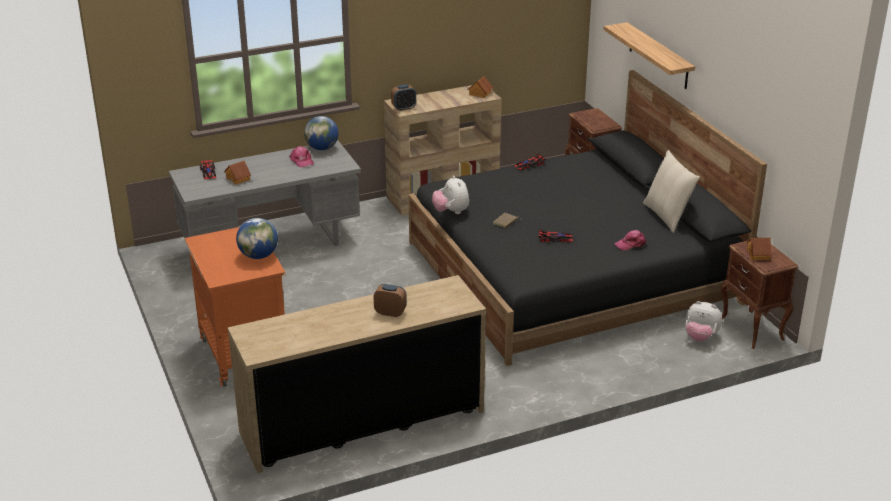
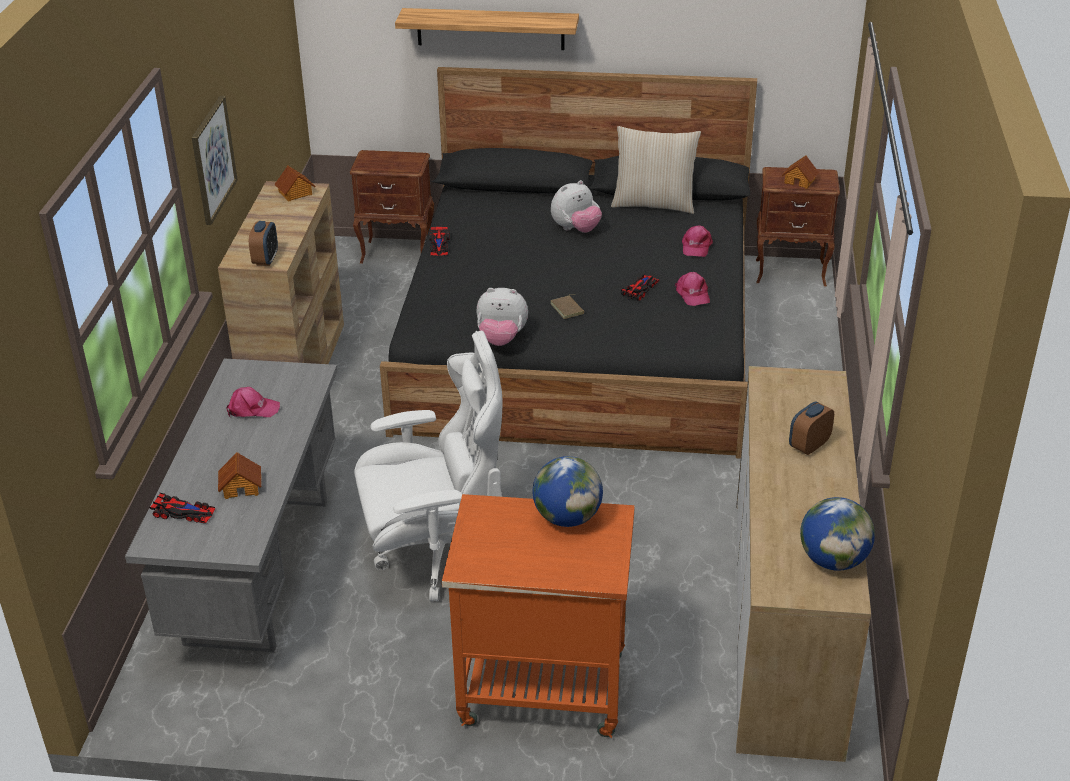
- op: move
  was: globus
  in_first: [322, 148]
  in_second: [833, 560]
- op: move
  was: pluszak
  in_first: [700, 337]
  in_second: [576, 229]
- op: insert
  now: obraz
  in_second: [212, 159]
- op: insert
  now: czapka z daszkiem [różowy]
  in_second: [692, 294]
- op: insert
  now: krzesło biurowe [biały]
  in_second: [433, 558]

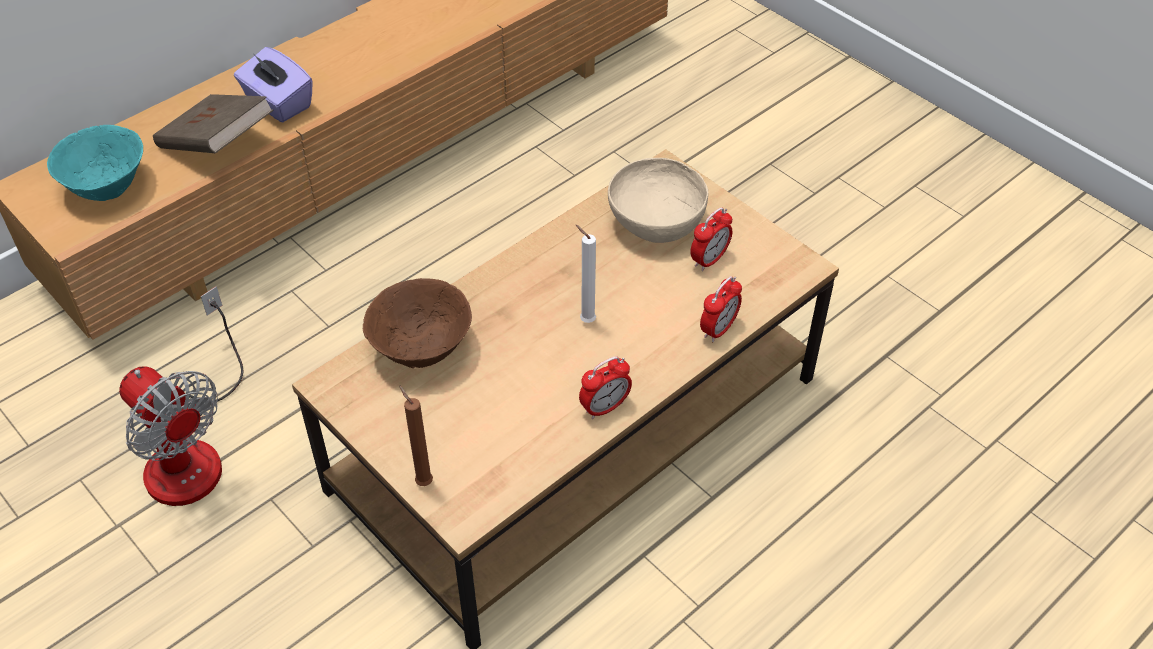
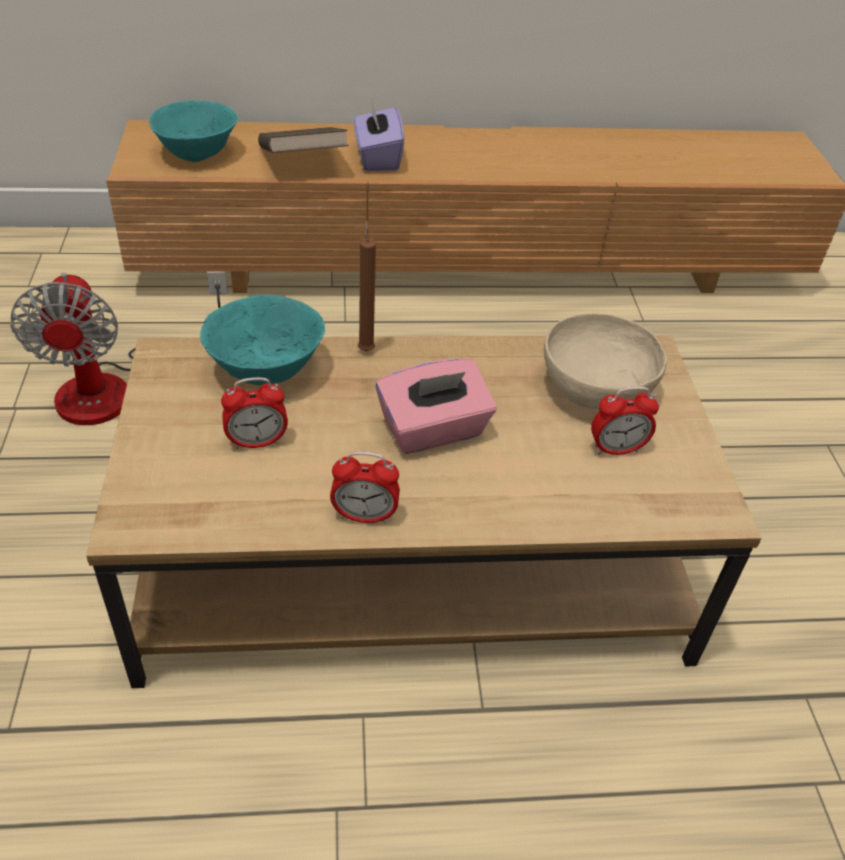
- op: replace
  was: świeca [biały]
  now: pudełko chusteczek [różowy]
  in_first: [585, 320]
  in_second: [433, 431]
- op: move
  was: budzik
  in_first: [718, 329]
  in_second: [257, 442]
- op: recolor
  was: miska [brązowy]
  now: miska [turkusowy]
  in_first: [420, 349]
  in_second: [265, 370]
- op: move
  was: świeca [brązowy]
  in_first: [422, 481]
  in_second: [366, 349]

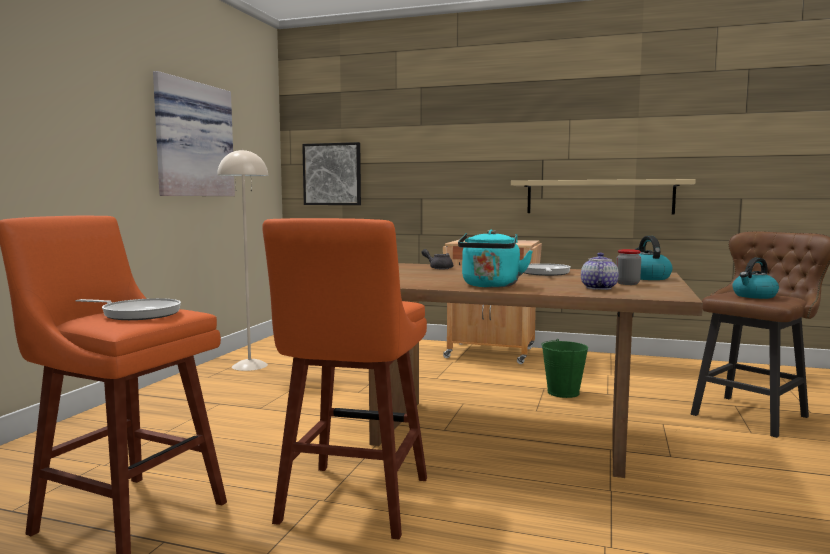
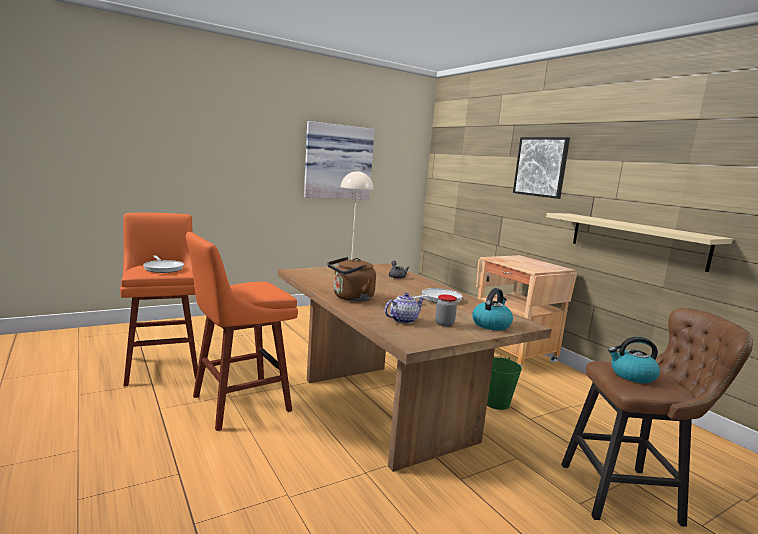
- op: move
  was: obraz
  in_first: [332, 174]
  in_second: [541, 167]
- op: recolor
  was: czajnik [turkusowy]
  now: czajnik [brązowy]
  in_first: [490, 286]
  in_second: [351, 298]

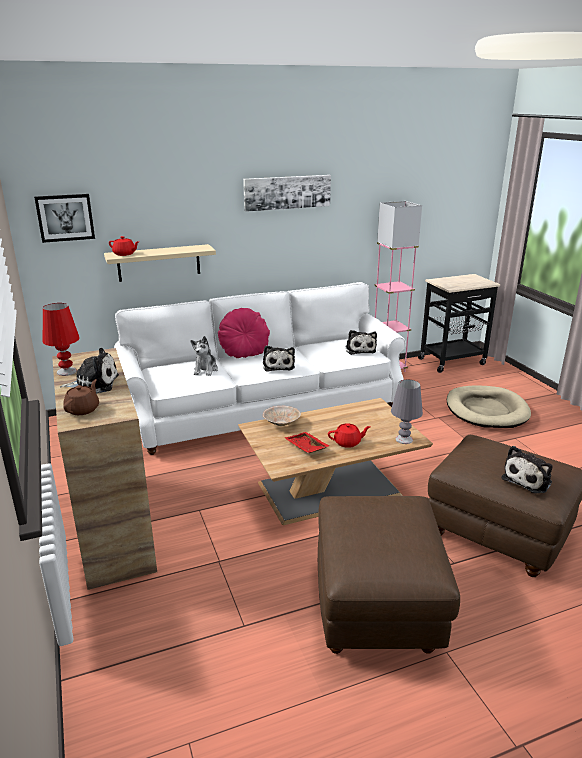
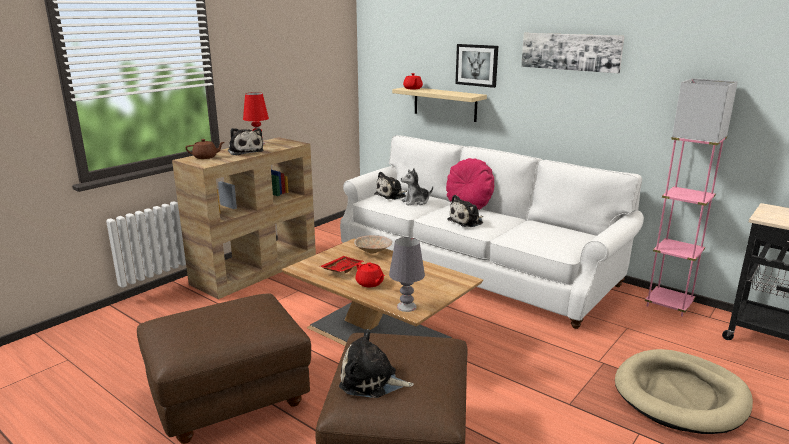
- op: move
  was: obraz
  in_first: [65, 217]
  in_second: [477, 65]
- op: move
  was: pluszak
  in_first: [360, 349]
  in_second: [392, 195]

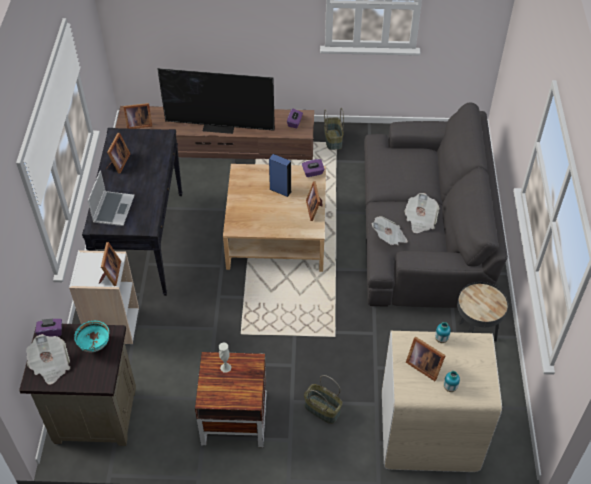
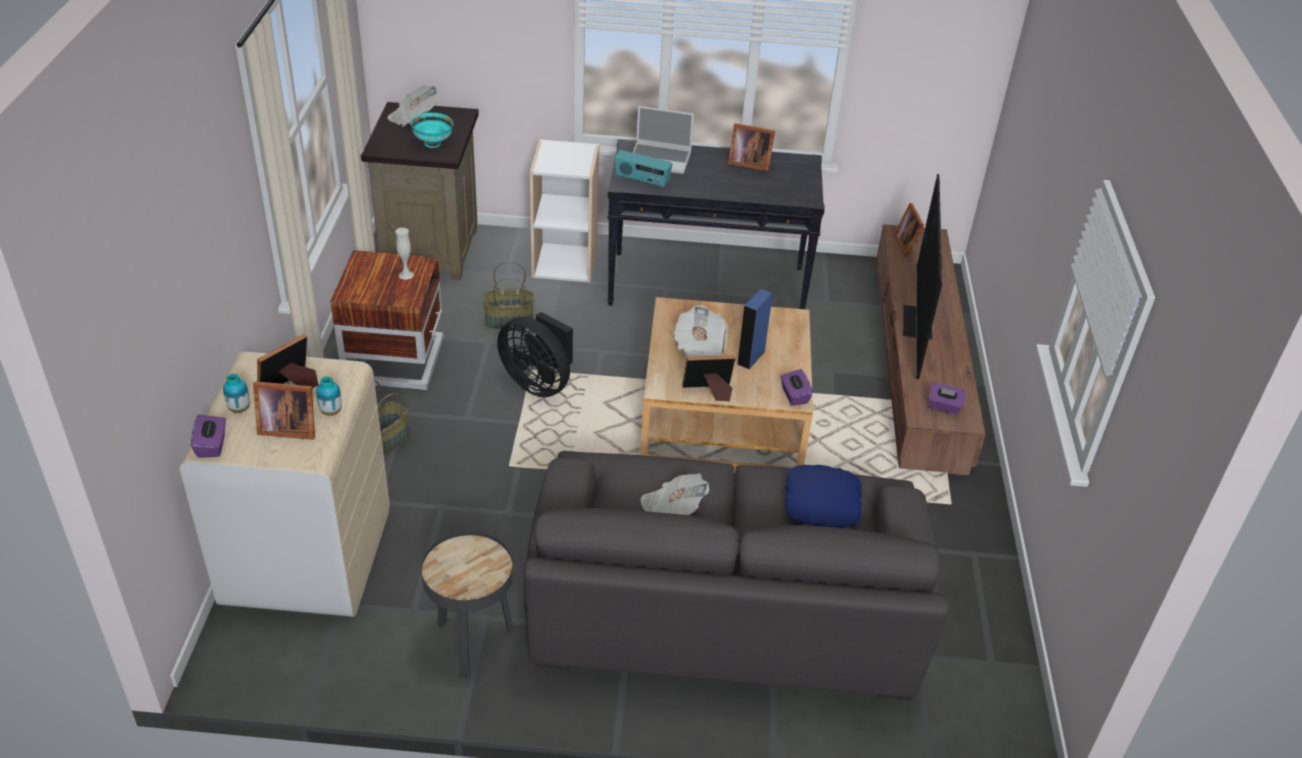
- op: move
  was: koszyk
  in_first: [333, 140]
  in_second: [508, 321]
- op: move
  was: gazeta
  in_first: [389, 238]
  in_second: [699, 349]
- op: move
  was: ramka na zdjęcie
  in_first: [110, 274]
  in_second: [287, 428]
- op: move
  was: pudełko chusteczek [fioletowy]
  in_first: [51, 332]
  in_second: [212, 445]
- op: insert
  now: radio
  in_second: [642, 181]
- op: insert
  now: wentylator [czarny]
  in_second: [538, 383]
- op: insert
  now: poduszka [niebieski]
  in_second: [821, 503]

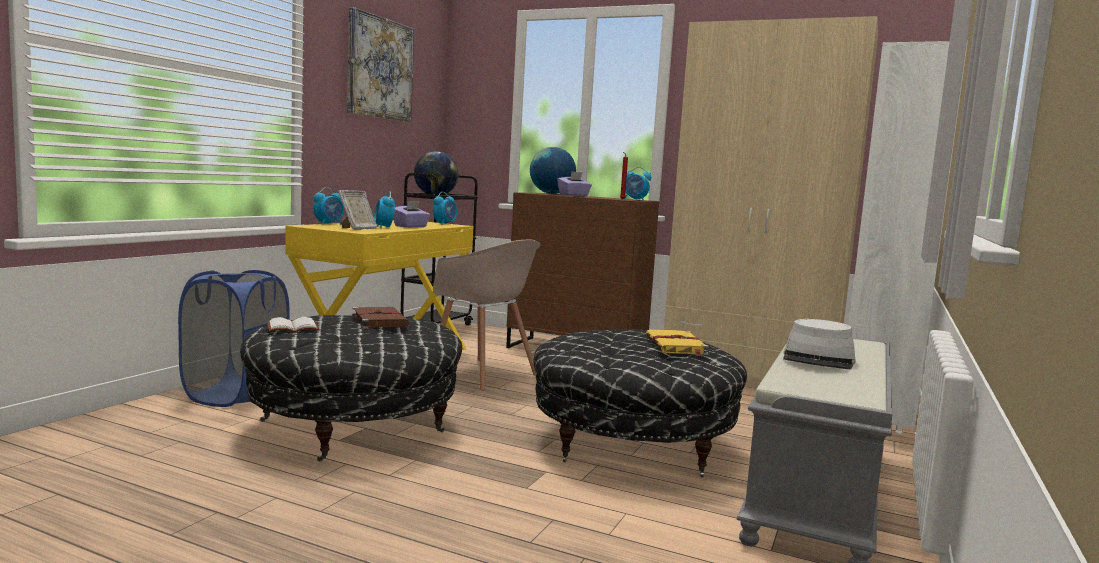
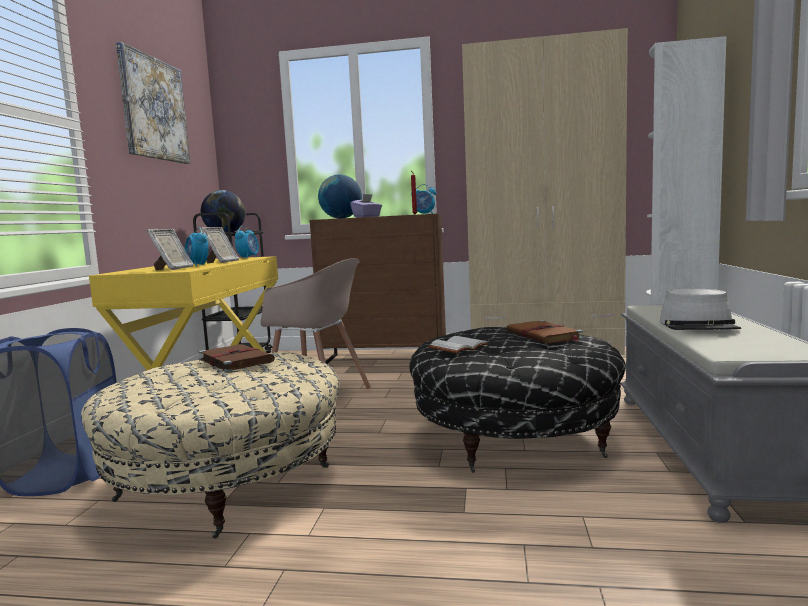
- op: delete
  was: budzik
  in_first: [329, 224]
- op: replace
  was: pudełko chusteczek [fioletowy]
  now: ramka na zdjęcie
  in_first: [411, 226]
  in_second: [222, 262]
- op: recolor
  was: pufa [czarny]
  now: pufa [beżowy]
  in_first: [353, 426]
  in_second: [227, 483]
- op: move
  was: książka [biały]
  in_first: [292, 328]
  in_second: [459, 347]
- op: recolor
  was: książka [żółty]
  now: książka [brązowy]
  in_first: [676, 346]
  in_second: [544, 335]

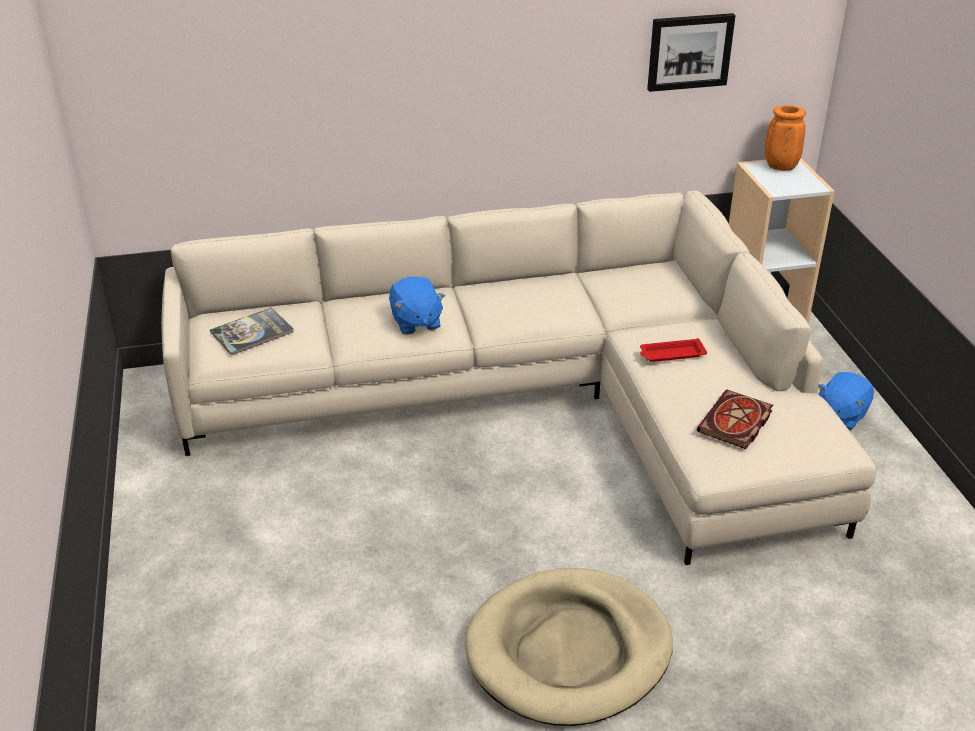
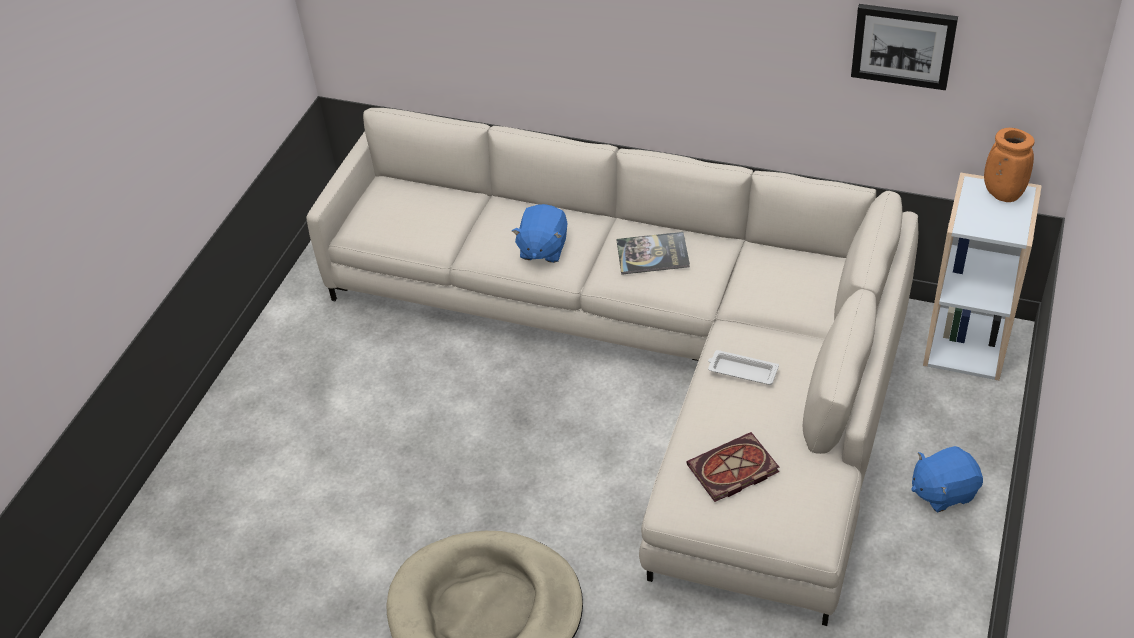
- op: move
  was: książka
  in_first: [252, 332]
  in_second: [652, 254]
- op: recolor
  was: taca [czerwony]
  now: taca [biały]
  in_first: [671, 354]
  in_second: [741, 371]

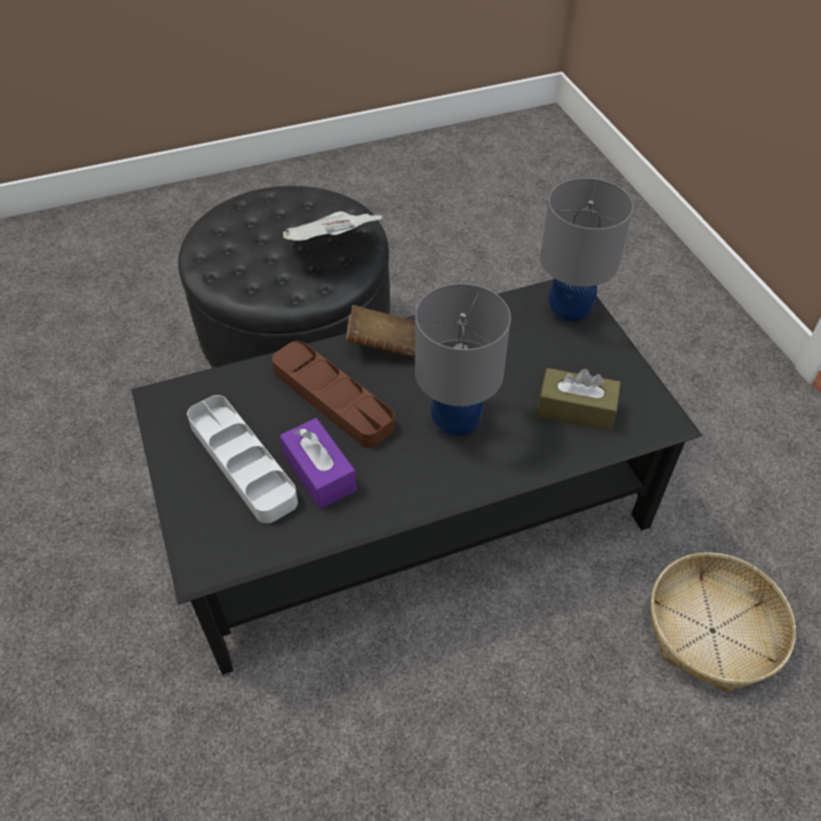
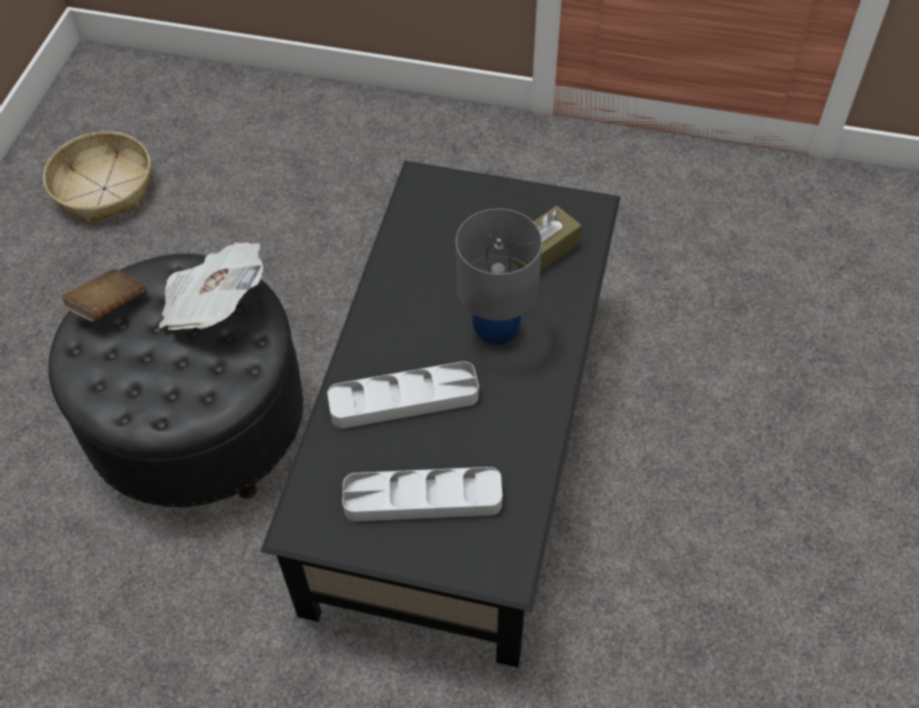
- op: delete
  was: lampa stołowa [szary]
  in_first: [571, 310]
- op: move
  was: książka [brązowy]
  in_first: [382, 345]
  in_second: [109, 306]
- op: recolor
  was: taca [brązowy]
  now: taca [szary]
  in_first: [332, 398]
  in_second: [404, 399]
- op: delete
  was: pudełko chusteczek [fioletowy]
  in_first: [319, 472]
- op: move
  was: koszyk
  in_first: [712, 630]
  in_second: [104, 188]

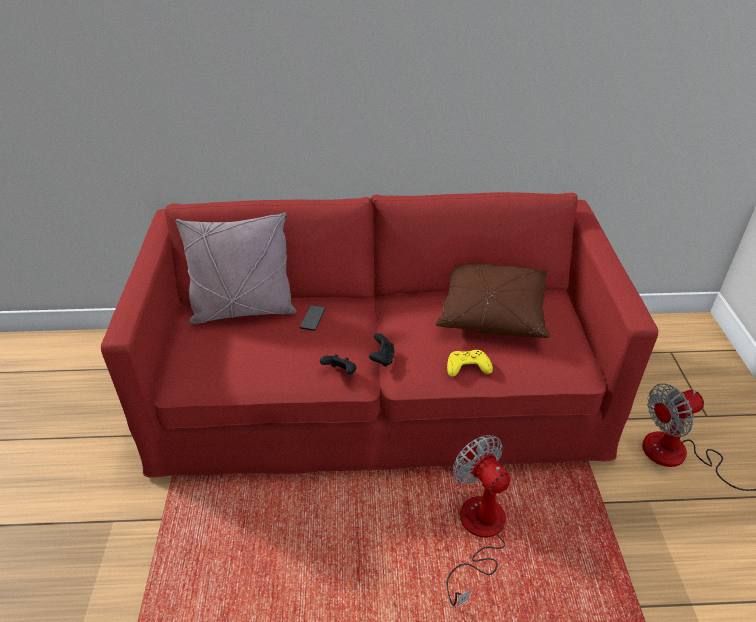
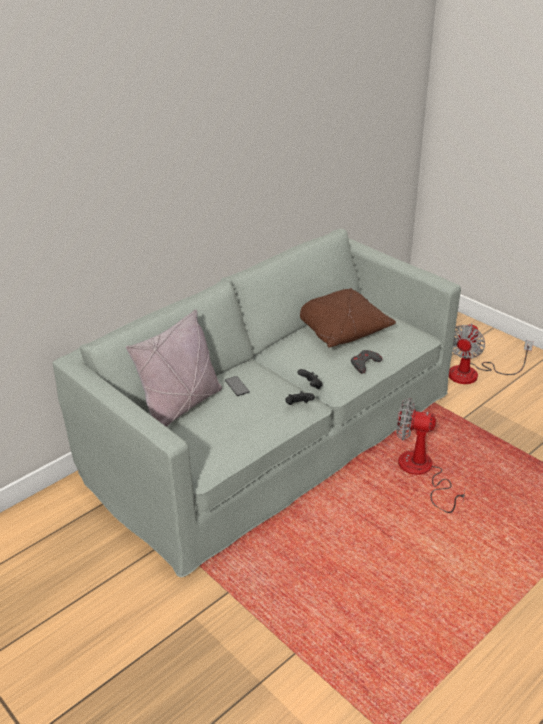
- op: recolor
  was: kanapa [czerwony]
  now: kanapa [szary]
  in_first: [377, 391]
  in_second: [272, 435]
- op: recolor
  was: pad do gier [żółty]
  now: pad do gier [szary]
  in_first: [467, 366]
  in_second: [364, 364]

